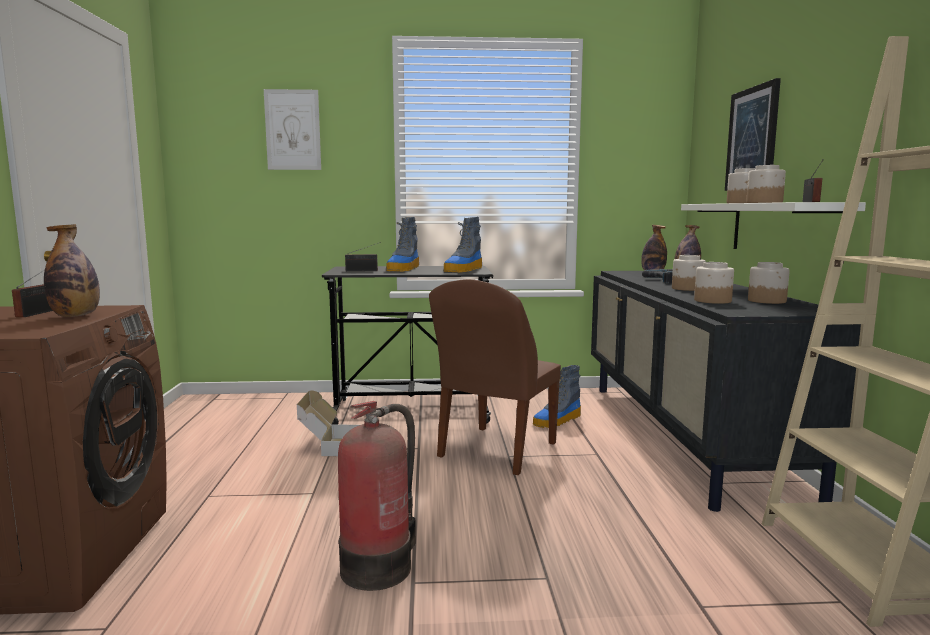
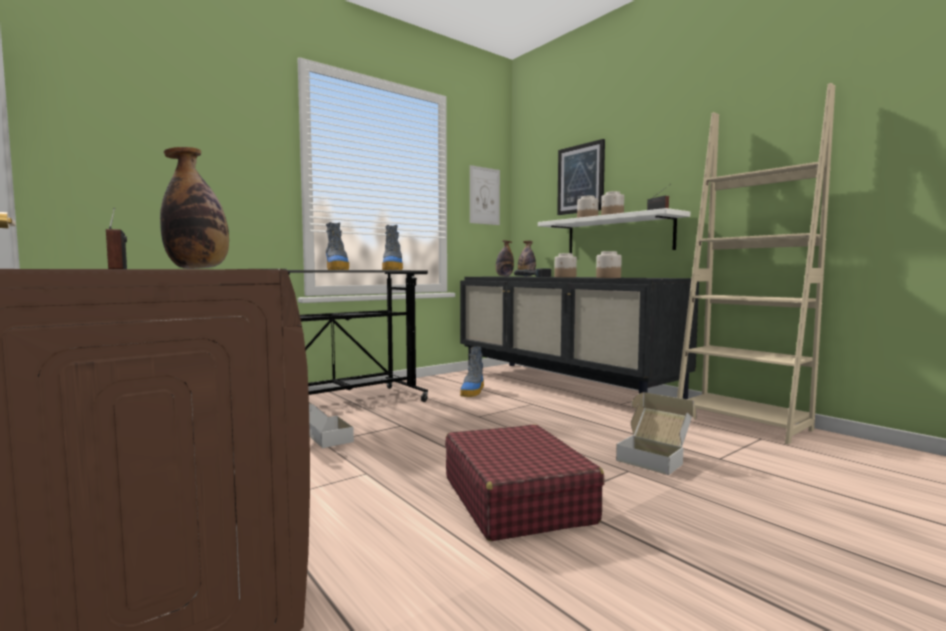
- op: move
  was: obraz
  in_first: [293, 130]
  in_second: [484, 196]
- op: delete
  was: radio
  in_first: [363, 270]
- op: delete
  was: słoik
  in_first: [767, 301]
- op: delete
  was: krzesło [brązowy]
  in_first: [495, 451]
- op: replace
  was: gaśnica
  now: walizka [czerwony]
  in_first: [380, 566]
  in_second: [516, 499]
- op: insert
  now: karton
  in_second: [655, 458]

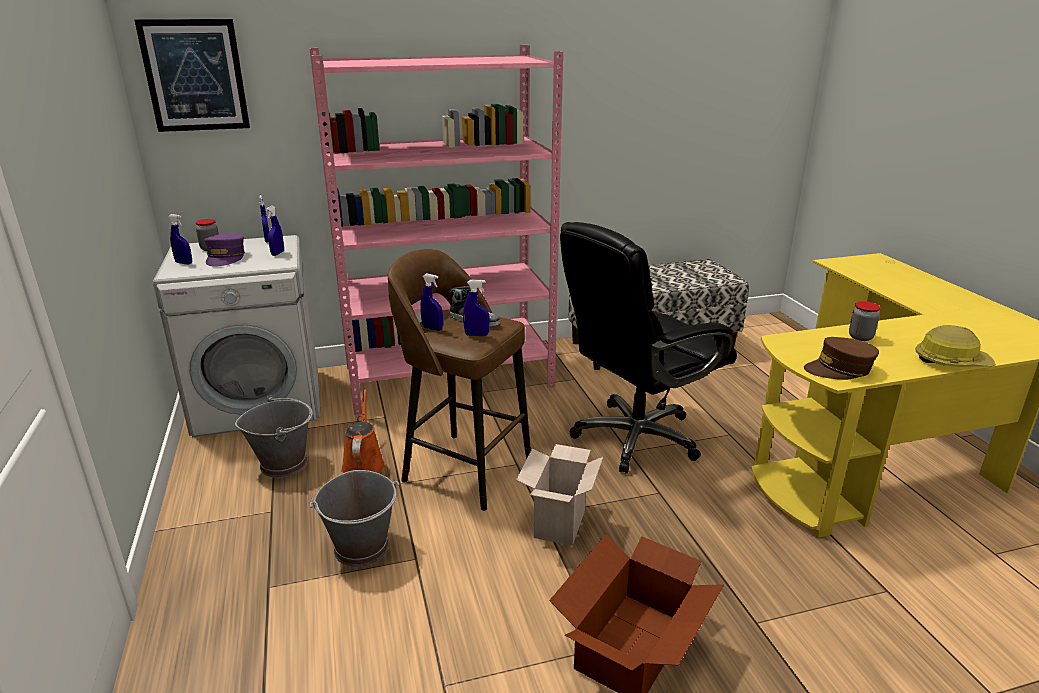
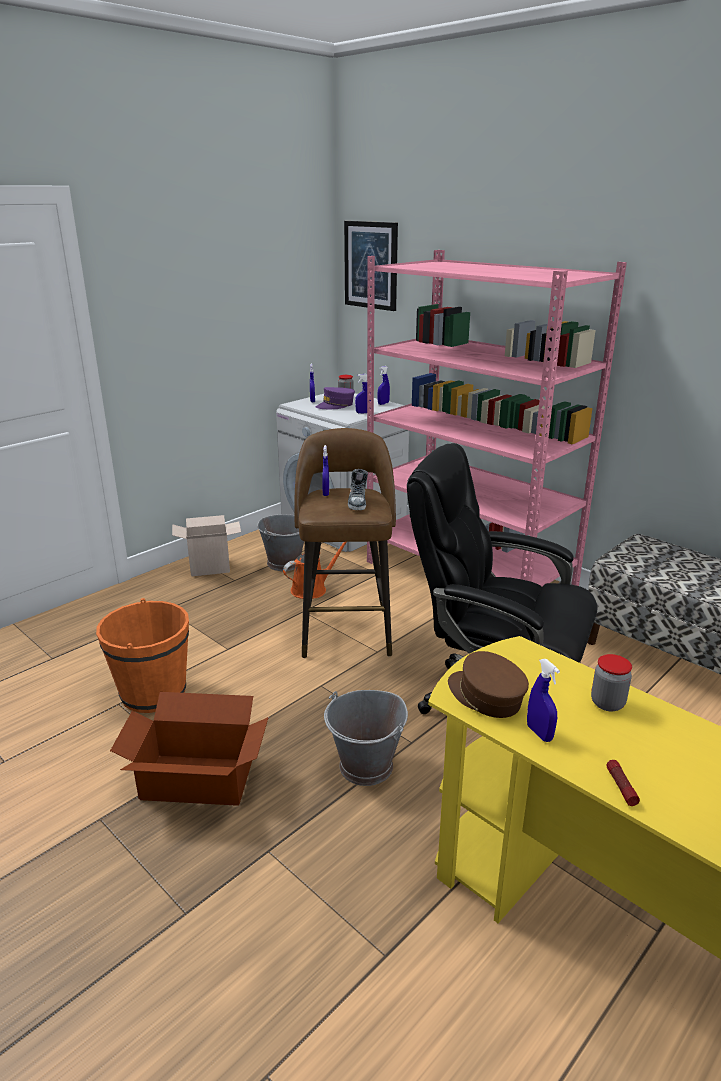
- op: move
  was: spryskiwacz [niebieski]
  in_first: [476, 335]
  in_second: [539, 733]
- op: replace
  was: kask
  now: latarka
  in_first: [951, 361]
  in_second: [621, 787]
- op: move
  was: karton
  in_first: [558, 522]
  in_second: [211, 567]
- op: move
  was: wiadro [szary]
  in_first: [362, 548]
  in_second: [366, 767]
- op: insert
  now: wiadro [pomarańczowy]
  in_second: [153, 693]

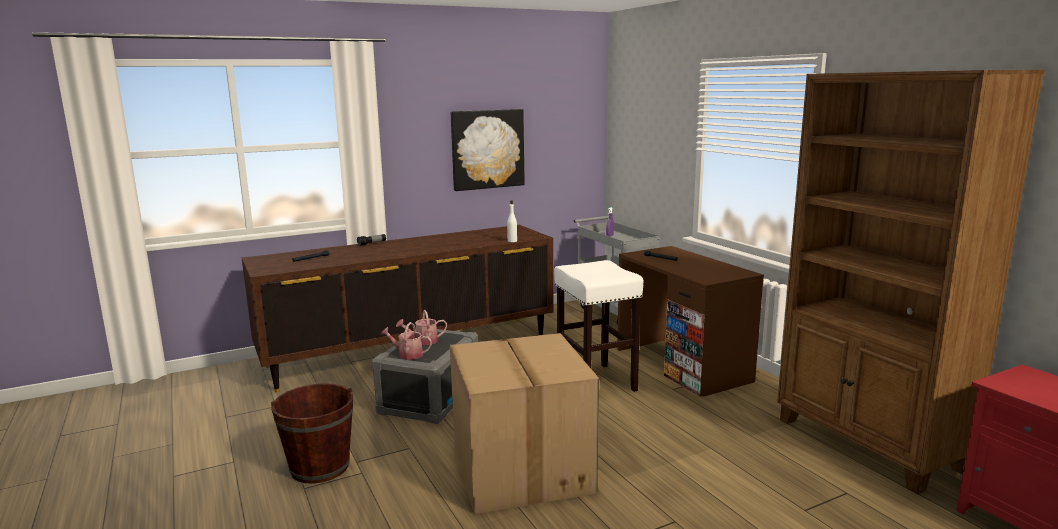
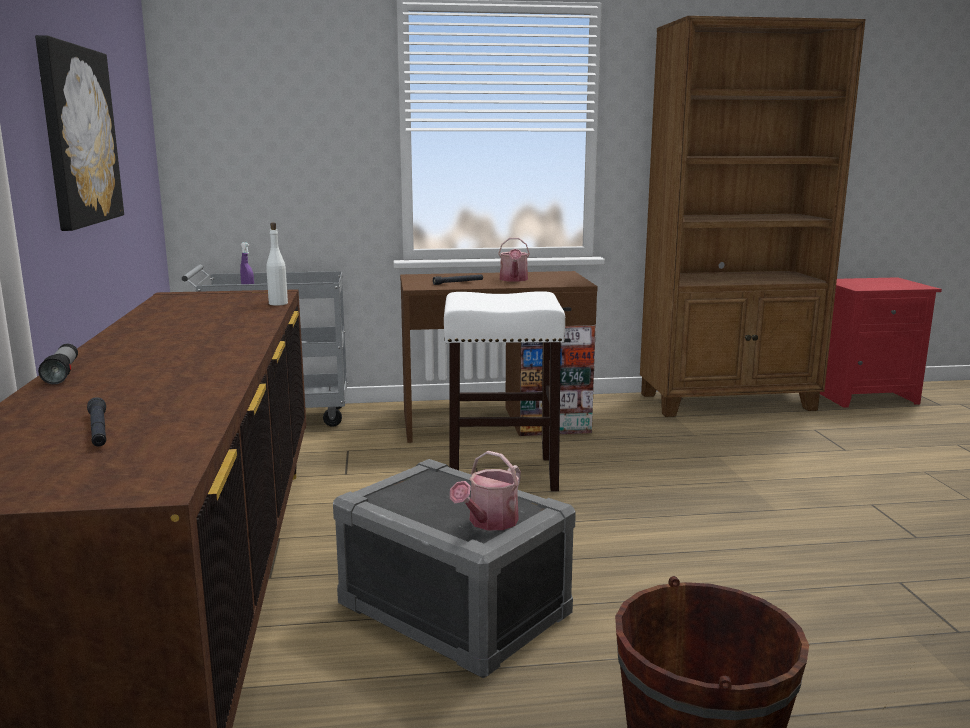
- op: move
  was: konewka
  in_first: [423, 341]
  in_second: [514, 280]
- op: delete
  was: karton
  in_first: [519, 468]

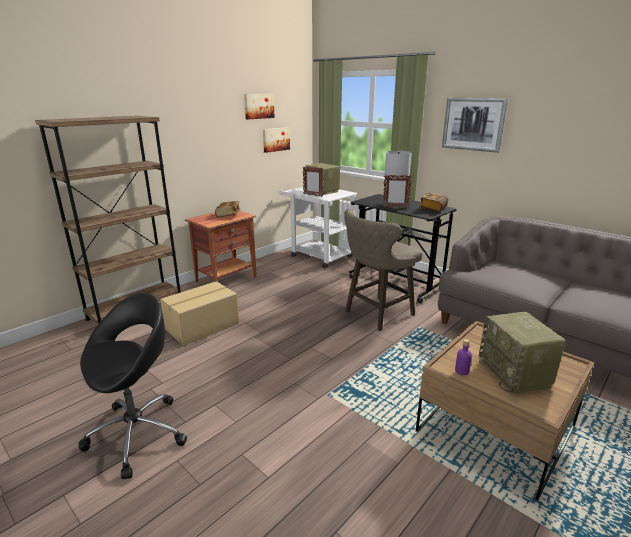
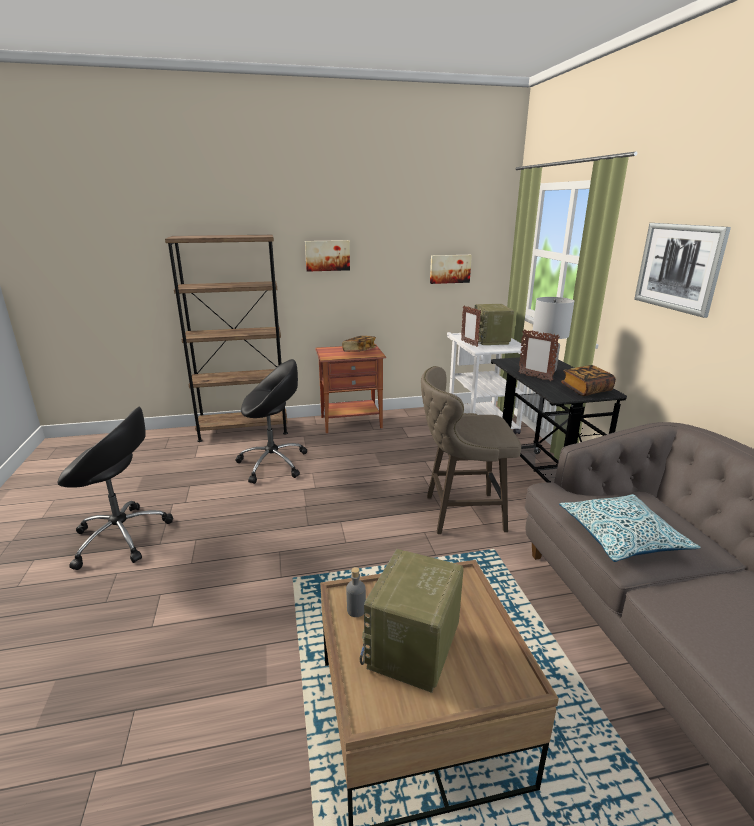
- op: move
  was: obraz
  in_first: [258, 106]
  in_second: [327, 255]
- op: replace
  was: karton
  now: krzesło biurowe [czarny]
  in_first: [203, 326]
  in_second: [274, 463]
- op: recolor
  was: butelka [fioletowy]
  now: butelka [szary]
  in_first: [461, 371]
  in_second: [356, 610]
- op: insert
  now: poduszka
  in_second: [622, 537]

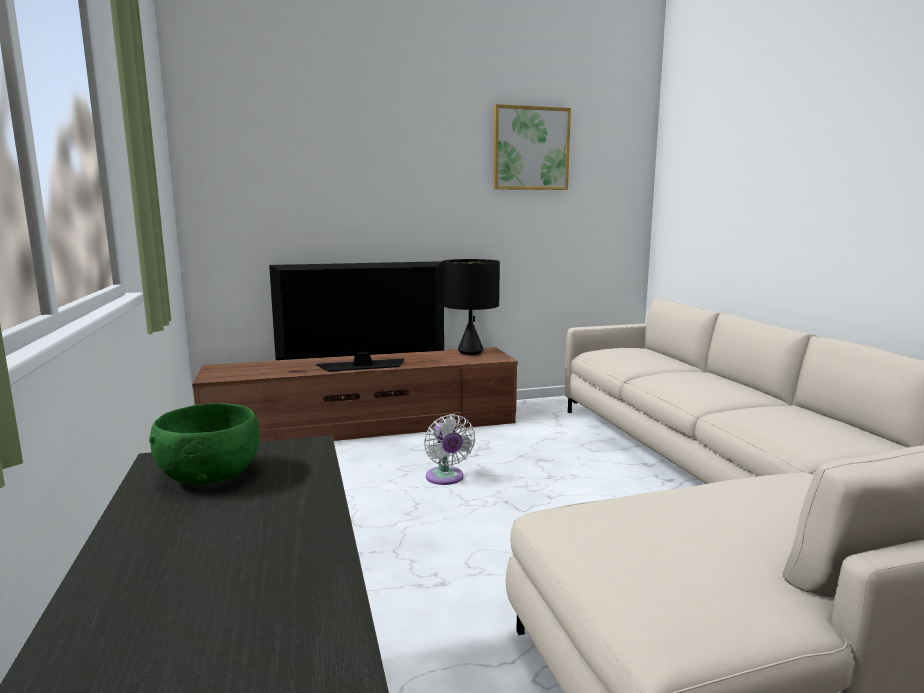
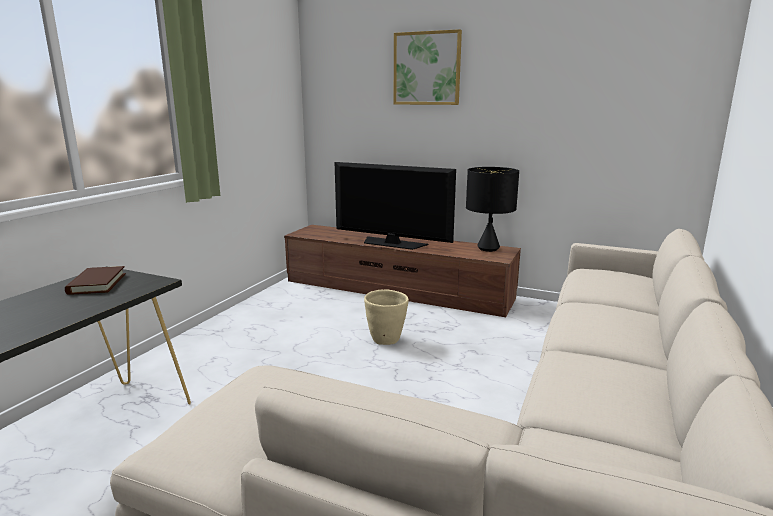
- op: move
  was: obraz
  in_first: [530, 148]
  in_second: [427, 68]
- op: replace
  was: miska [zielony]
  now: książka [brązowy]
  in_first: [209, 475]
  in_second: [97, 283]
- op: replace
  was: wentylator [biały]
  now: donica [beżowy]
  in_first: [446, 478]
  in_second: [386, 340]

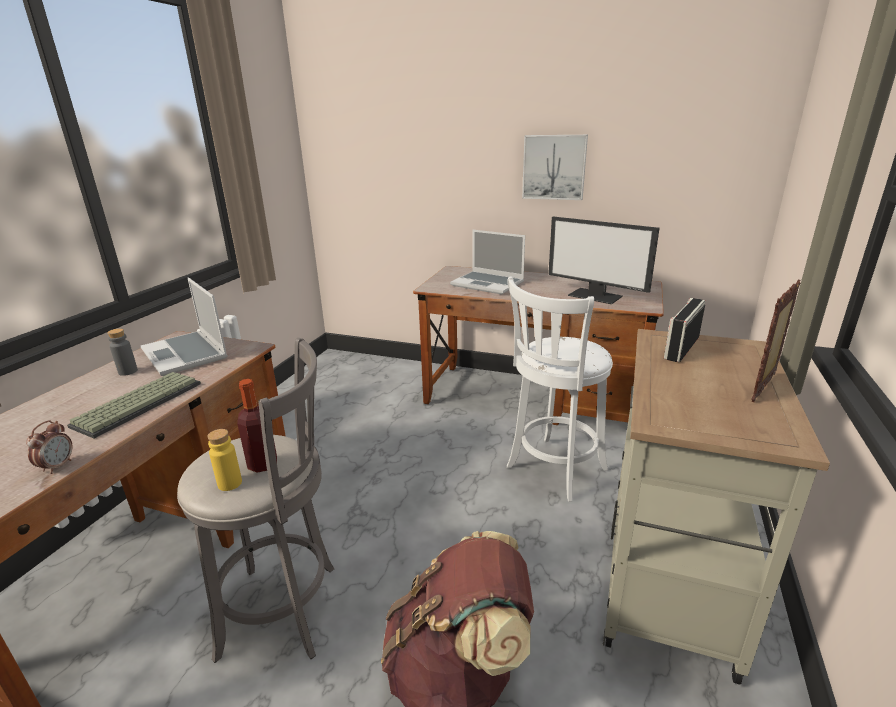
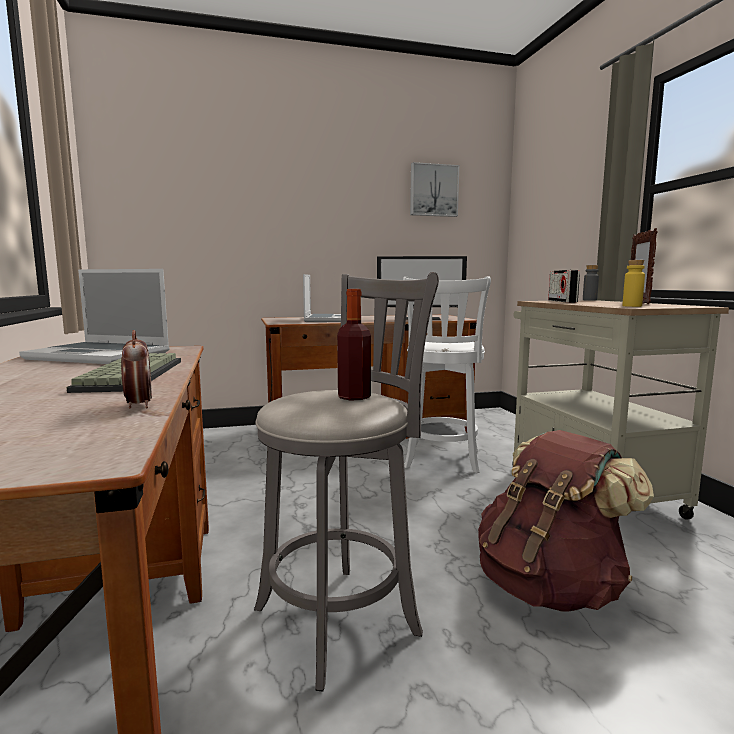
- op: move
  was: obraz
  in_first: [554, 167]
  in_second: [433, 190]
- op: rotate
  was: laptop
  in_first: [488, 284]
  in_second: [326, 319]
  clockwise: -90
- op: move
  was: butelka [szary]
  in_first: [128, 371]
  in_second: [589, 300]
- op: move
  was: butelka [żółty]
  in_first: [230, 483]
  in_second: [632, 306]

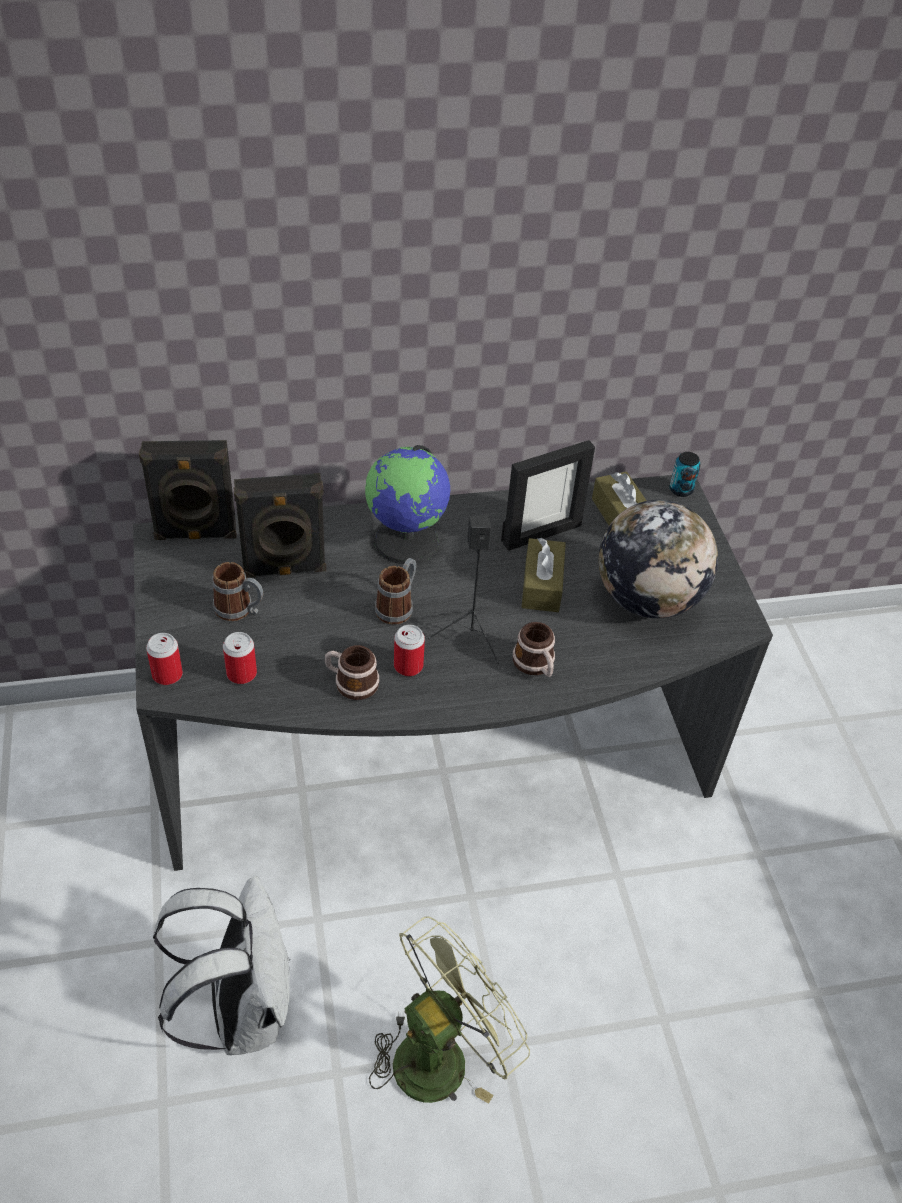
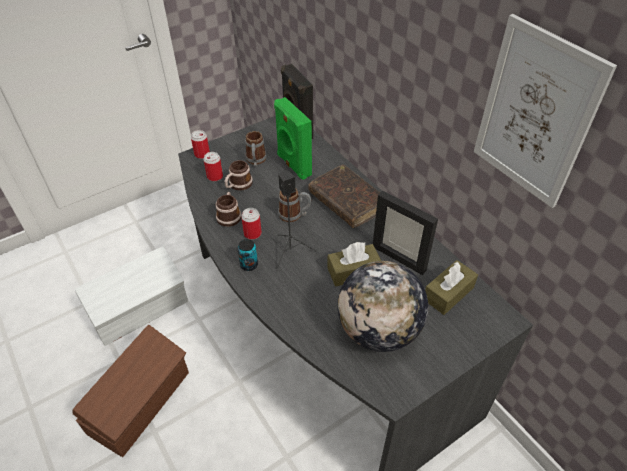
- op: replace
  was: globus
  now: książka [brązowy]
  in_first: [408, 541]
  in_second: [347, 202]
- op: move
  was: puszka
  in_first: [681, 490]
  in_second: [249, 265]
- op: recolor
  was: głośnik [czarny]
  now: głośnik [zielony]
  in_first: [284, 570]
  in_second: [293, 165]
- op: move
  was: kubek
  in_first: [536, 665]
  in_second: [238, 185]
- op: replace
  was: plecak [biały]
  now: pojemnik do przechowywania [biały]
  in_first: [240, 1009]
  in_second: [140, 310]
- op: replace
  was: wentylator [zielony]
  now: pojemnik do przechowywania [brązowy]
  in_first: [441, 1052]
  in_second: [141, 402]
- op: insert
  now: obraz
  in_second: [535, 114]

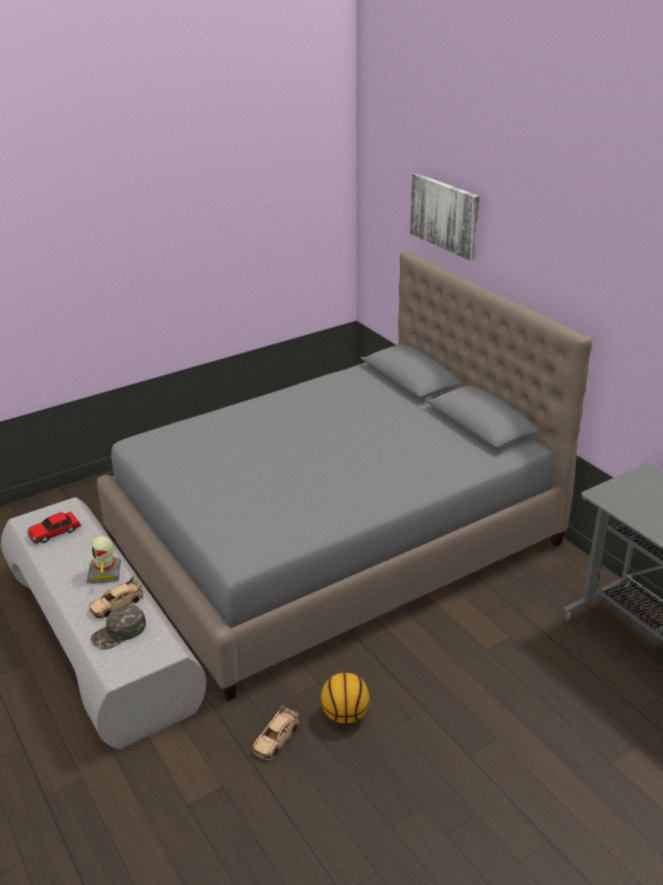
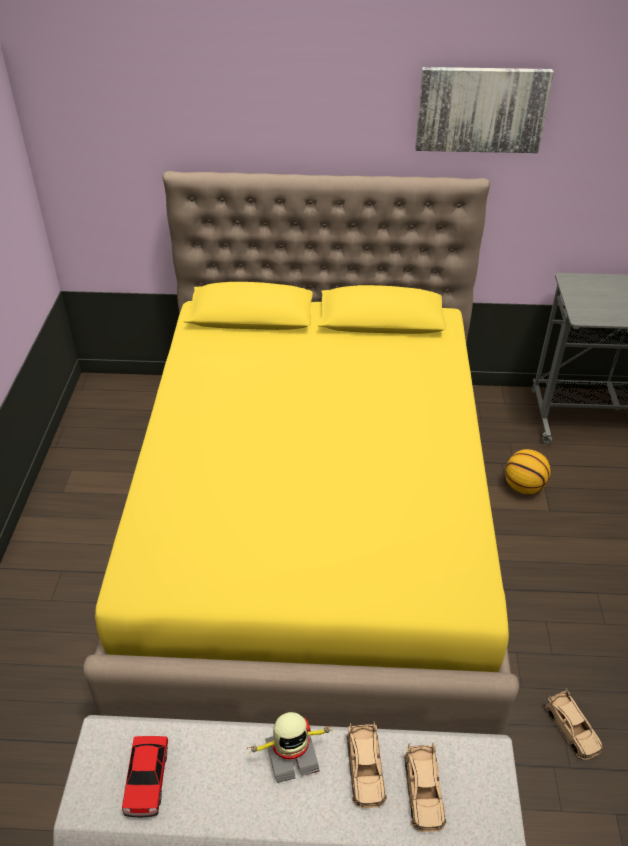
- op: move
  was: obraz
  in_first: [445, 215]
  in_second: [481, 109]
- op: recolor
  was: łóżko [szary]
  now: łóżko [żółty]
  in_first: [334, 540]
  in_second: [314, 524]
- op: rotate
  was: robot zabawkowy
  in_first: [105, 573]
  in_second: [291, 755]
  clockwise: -45
- op: replace
  was: czapka z daszkiem [zielony]
  now: samochodzik [beżowy]
  in_first: [119, 632]
  in_second: [423, 791]
- op: move
  was: piłka do koszykówki
  in_first: [345, 714]
  in_second: [523, 486]

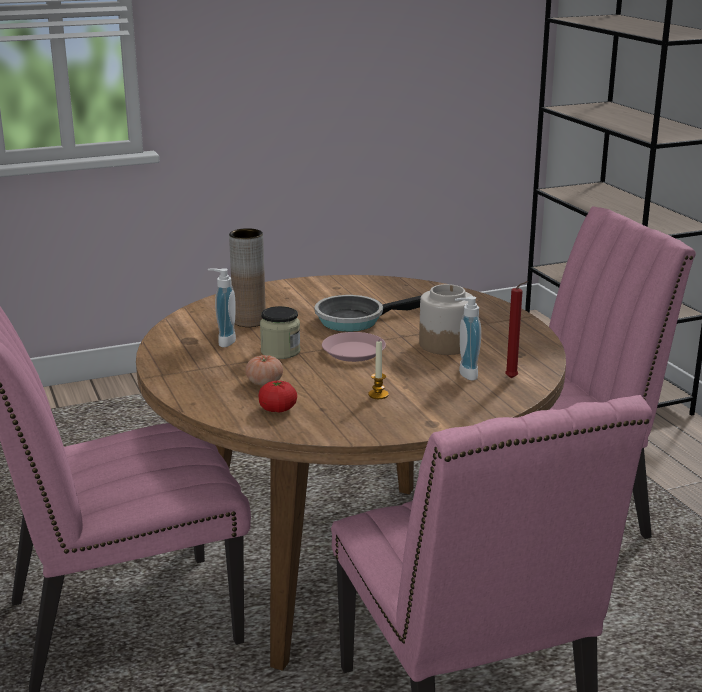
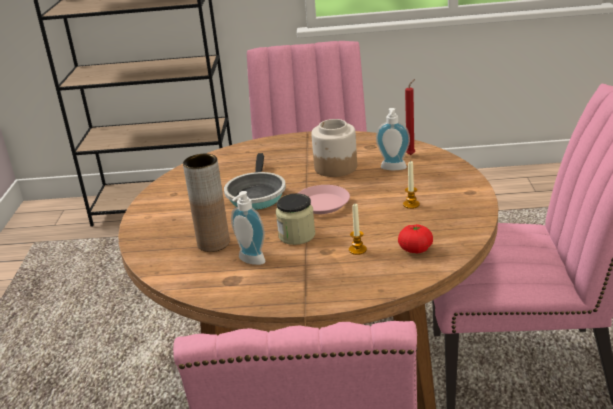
- op: replace
  was: pomidor
  now: świeca
  in_first: [264, 382]
  in_second: [357, 250]

